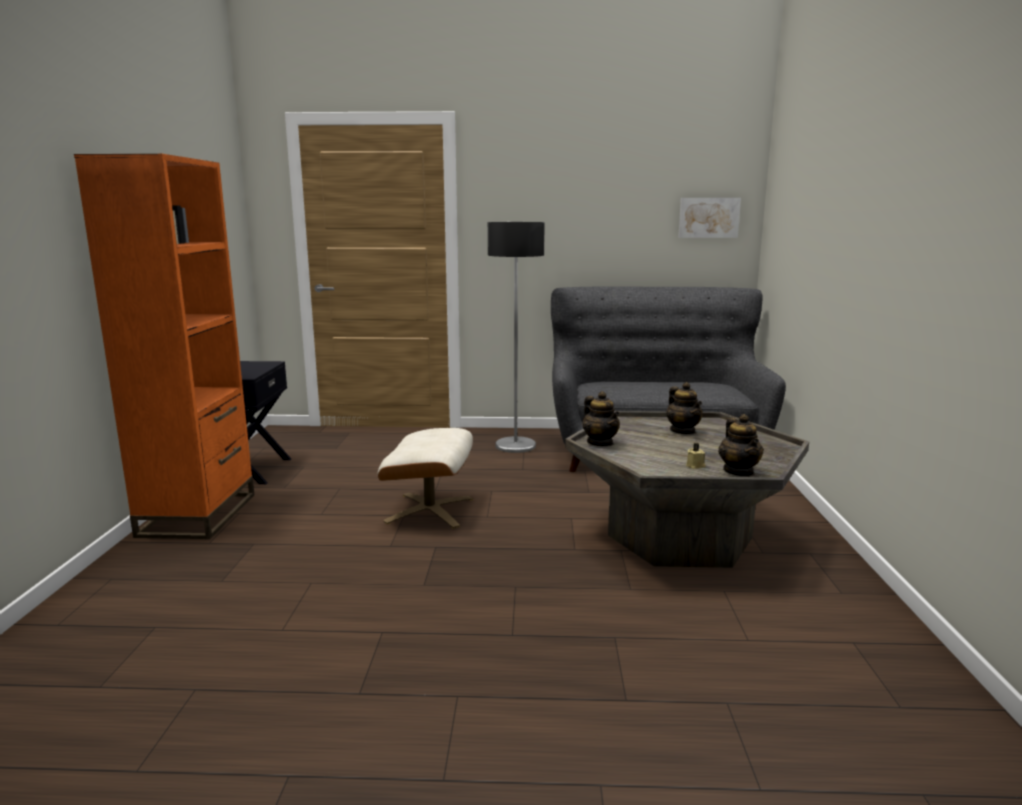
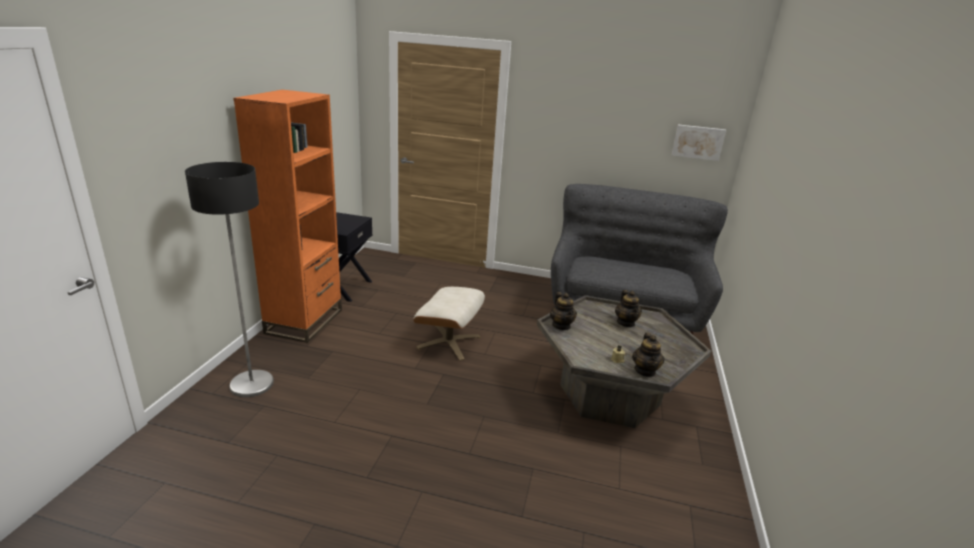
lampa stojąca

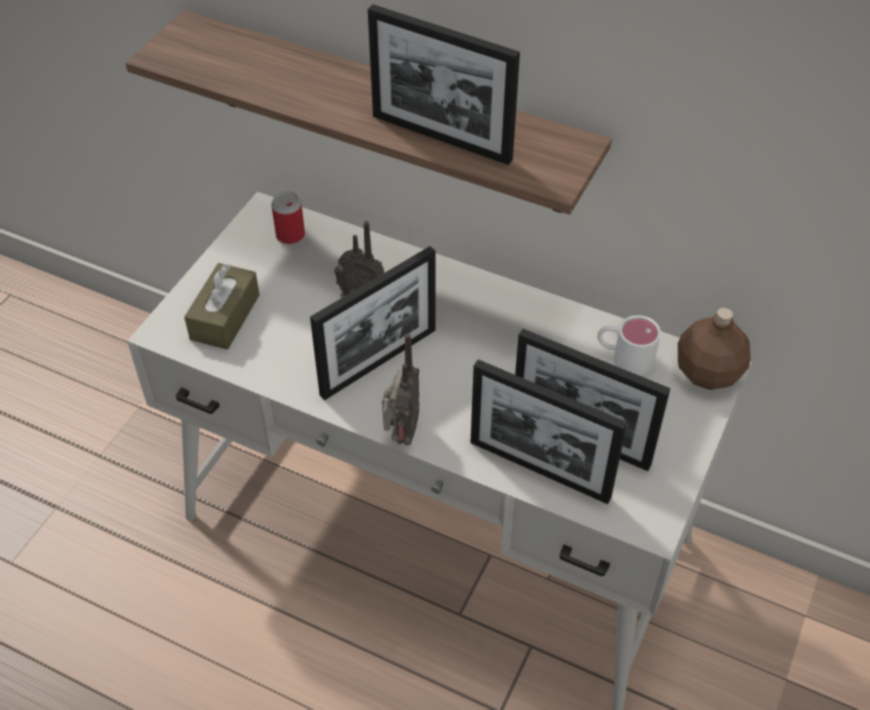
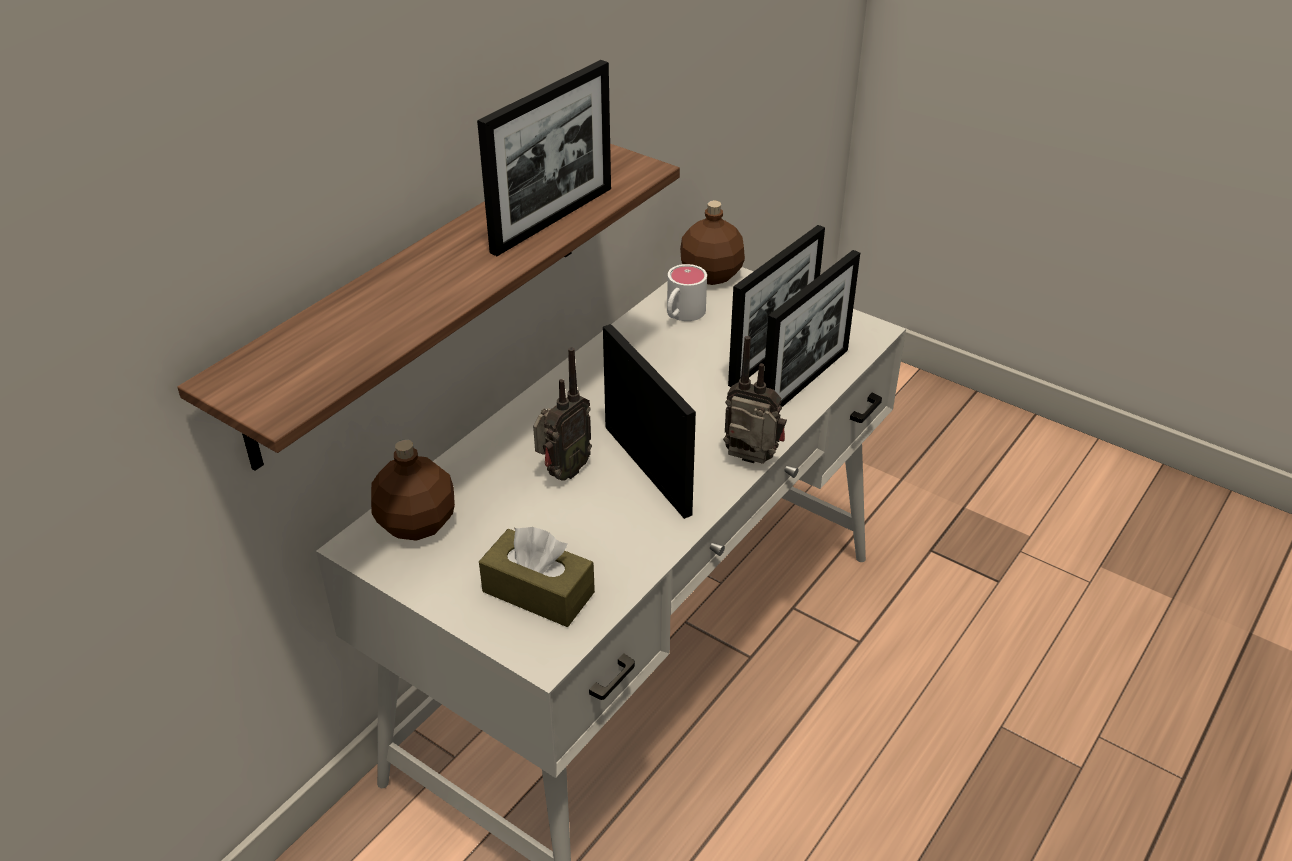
butelka (brązowy) (no. 1 from left)

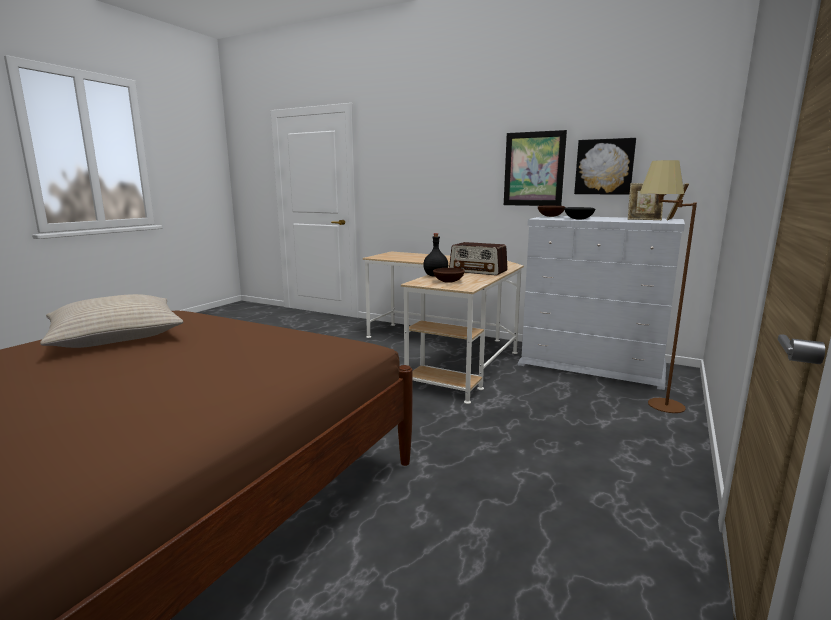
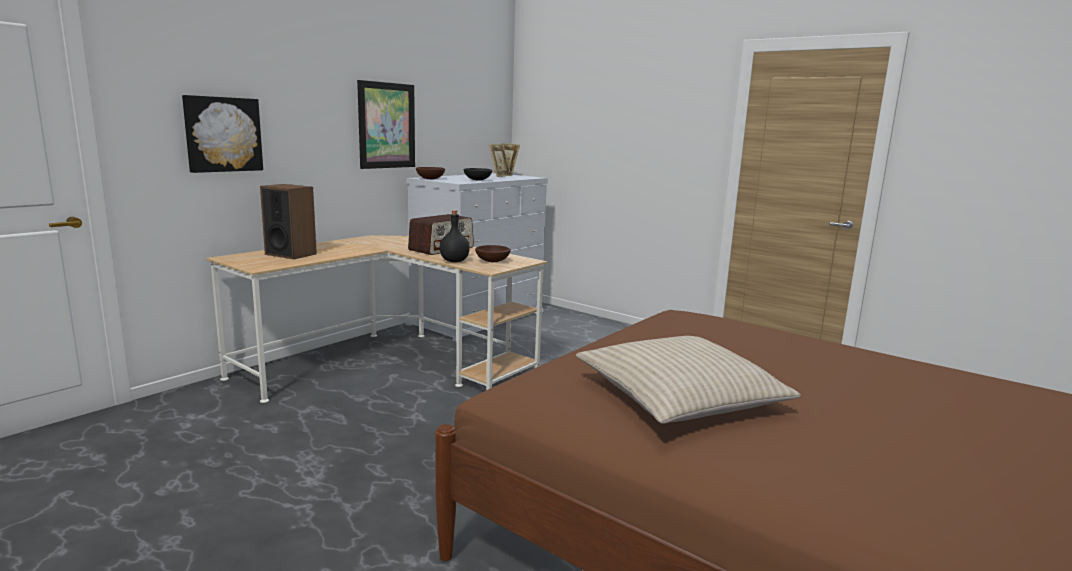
lampa stojąca (brązowy)
głośnik
obraz (no. 1 from left)

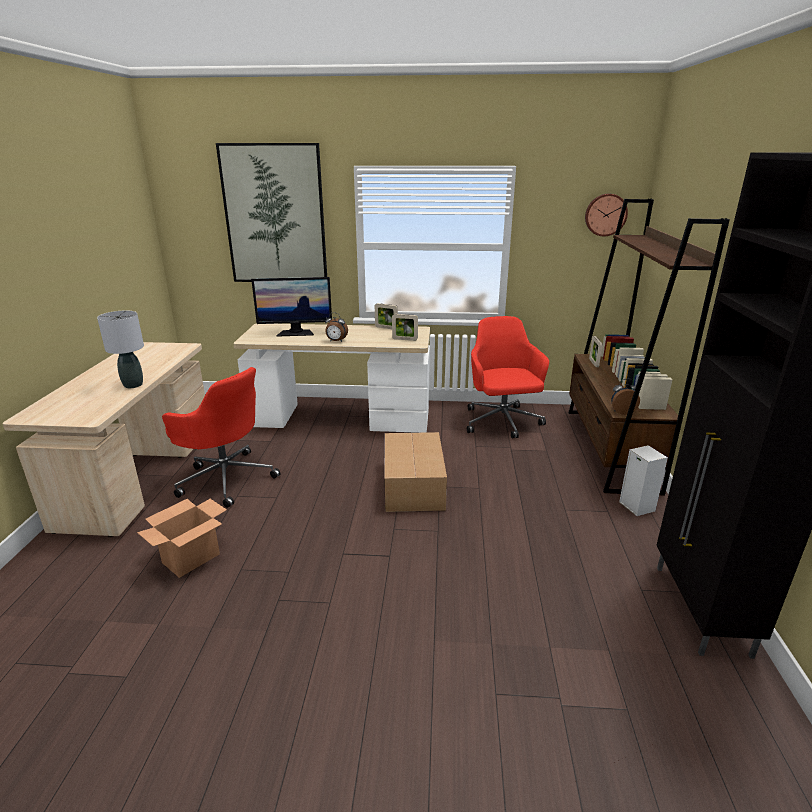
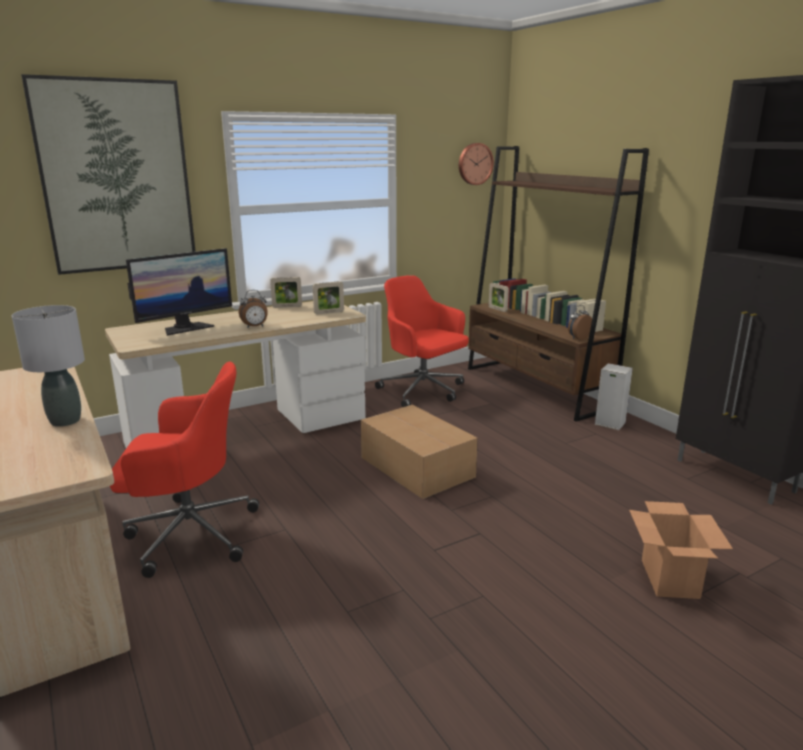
karton (no. 2 from left)

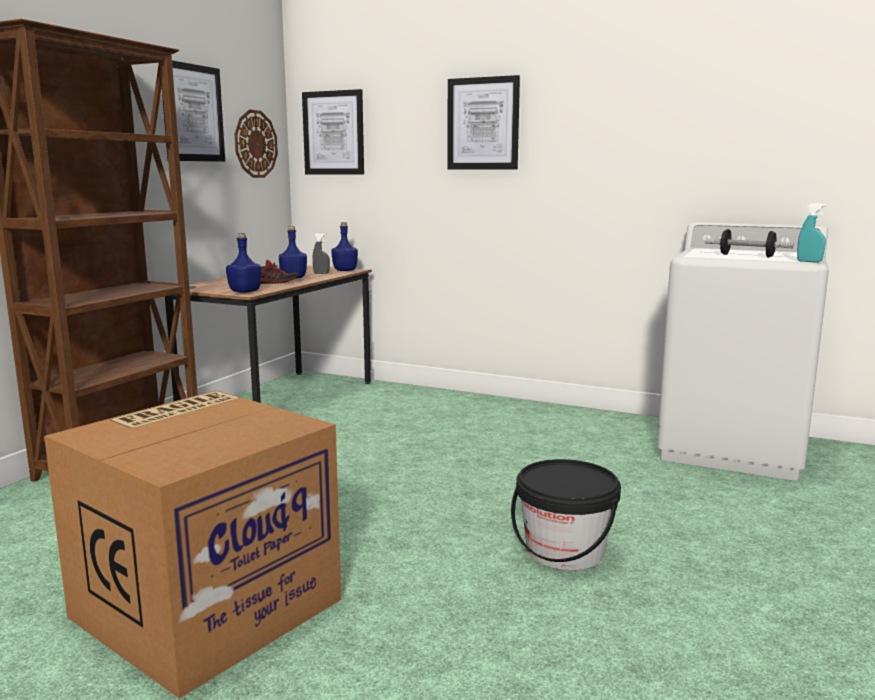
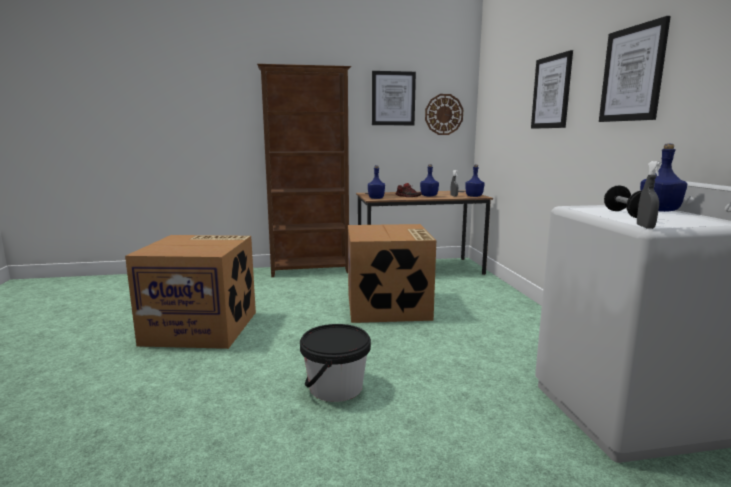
karton (no. 2 from left)
butelka (niebieski) (no. 4 from left)
obraz (no. 3 from left)
spryskiwacz (szary) (no. 2 from left)

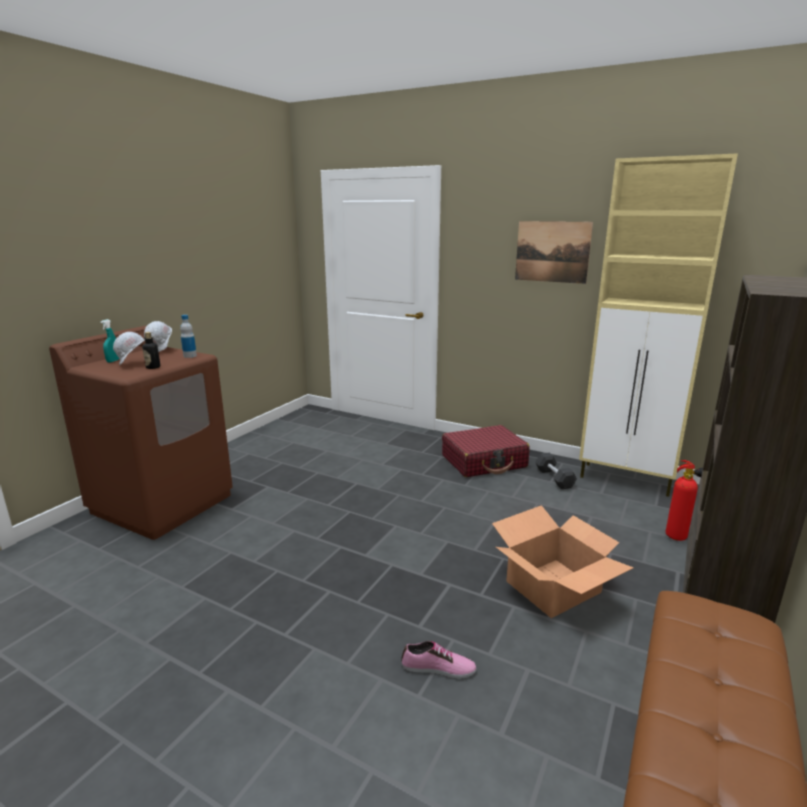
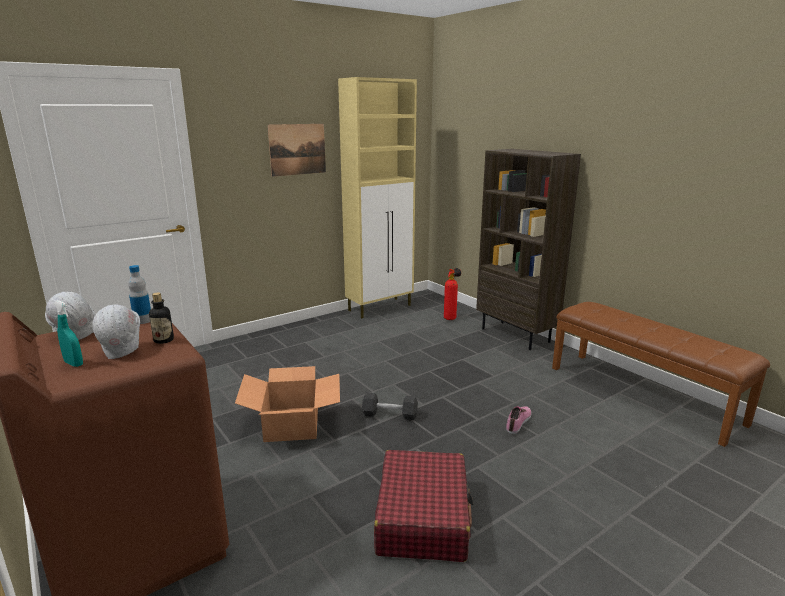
walizka (czerwony)
karton
hantel (czarny)

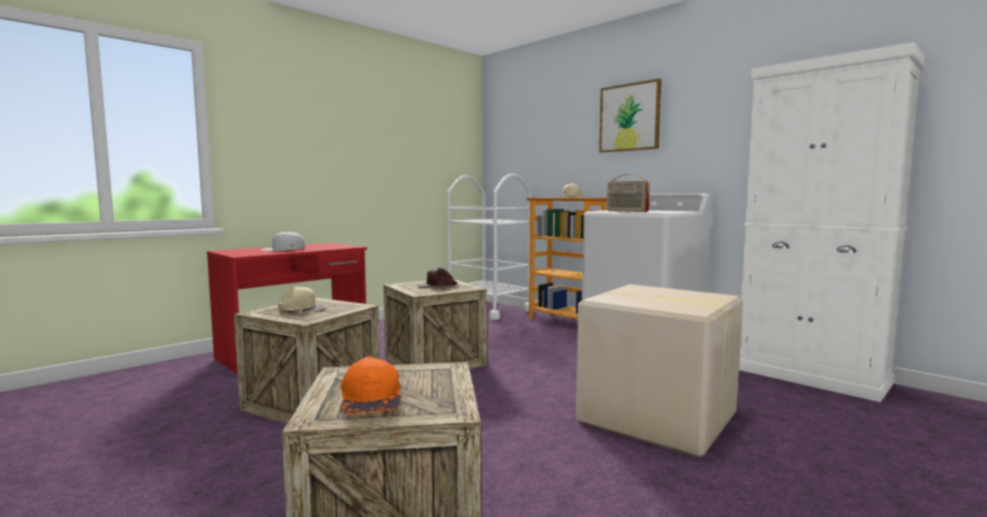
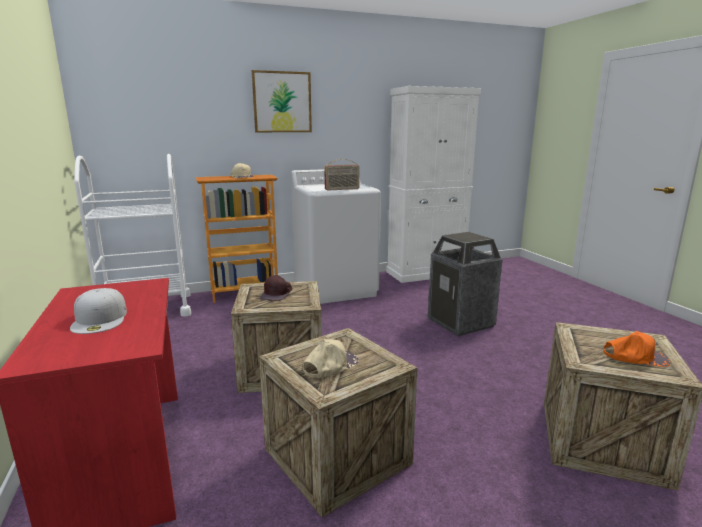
kosz na śmieci

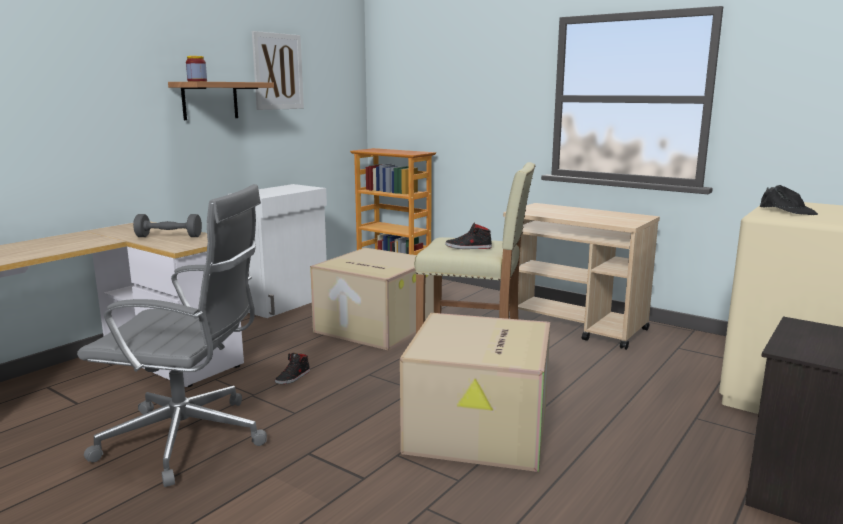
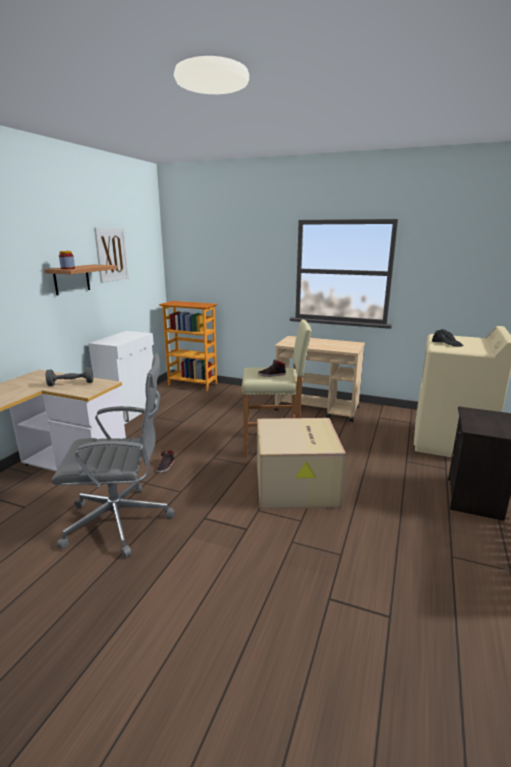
karton (no. 1 from left in the first image)

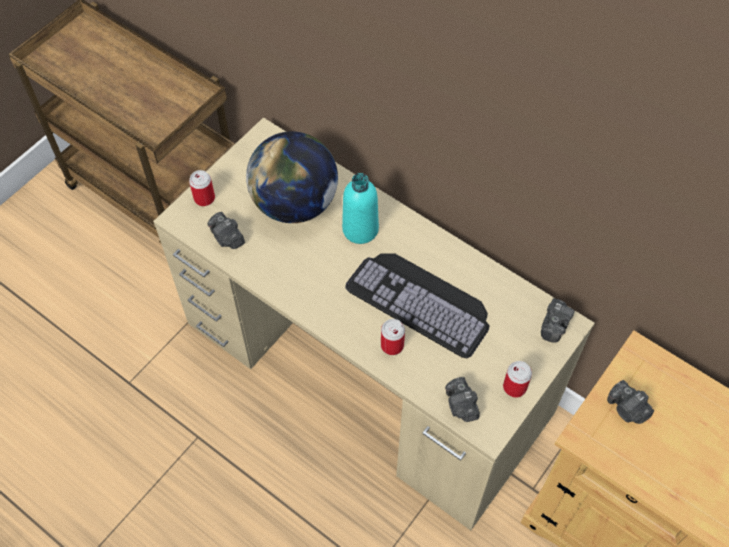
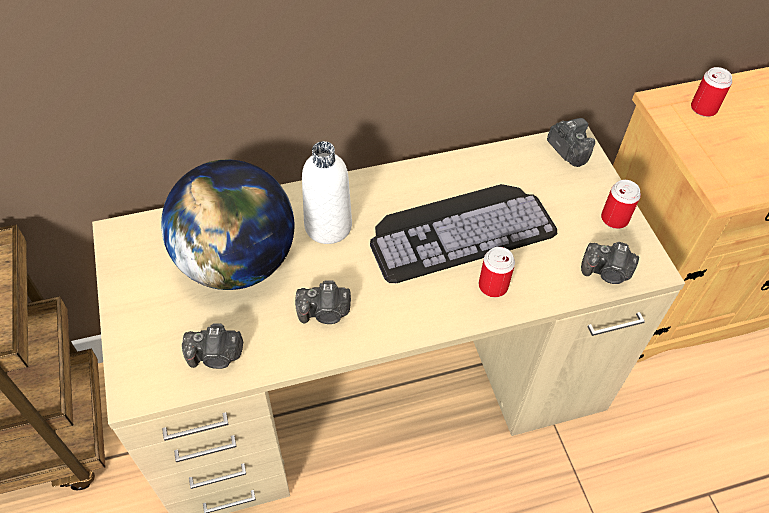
puszka (no. 3 from left)
aparat fotograficzny (no. 2 from left)
butelka (biały)

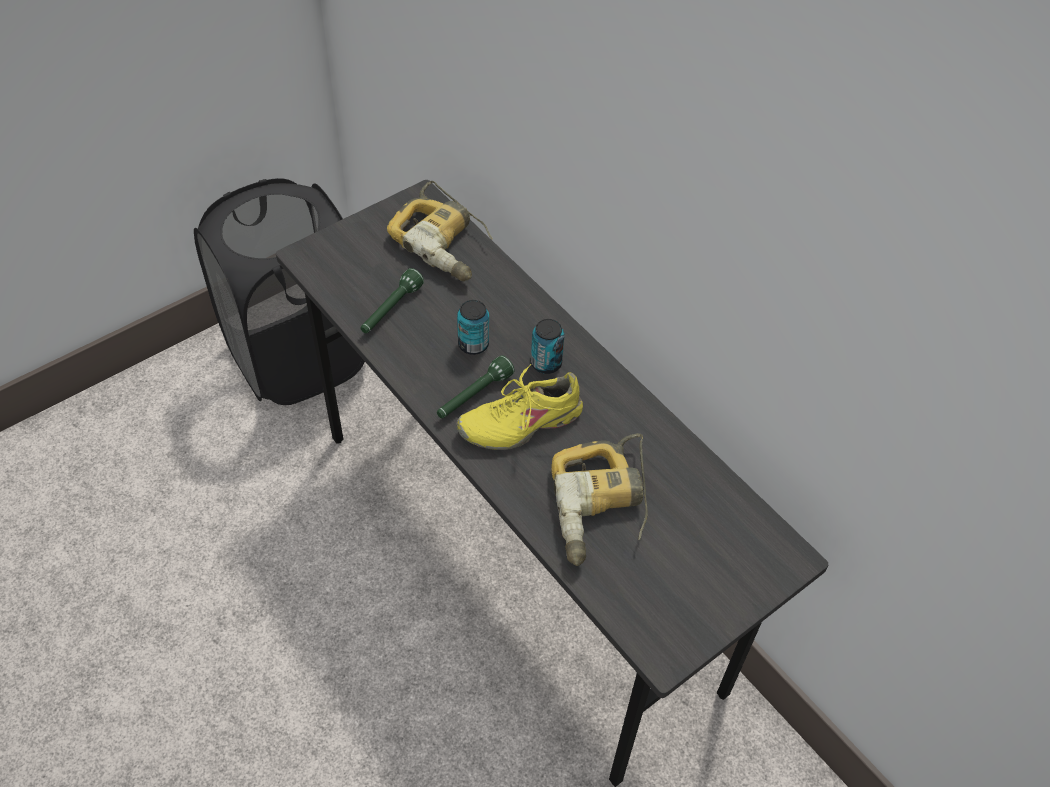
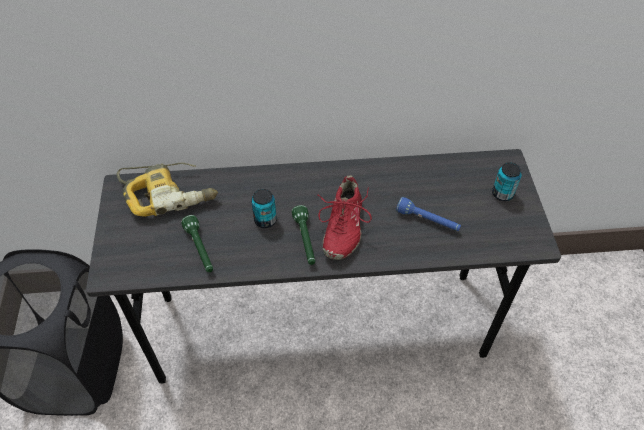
puszka (no. 2 from left)
latarka (niebieski)
but (czerwony)

